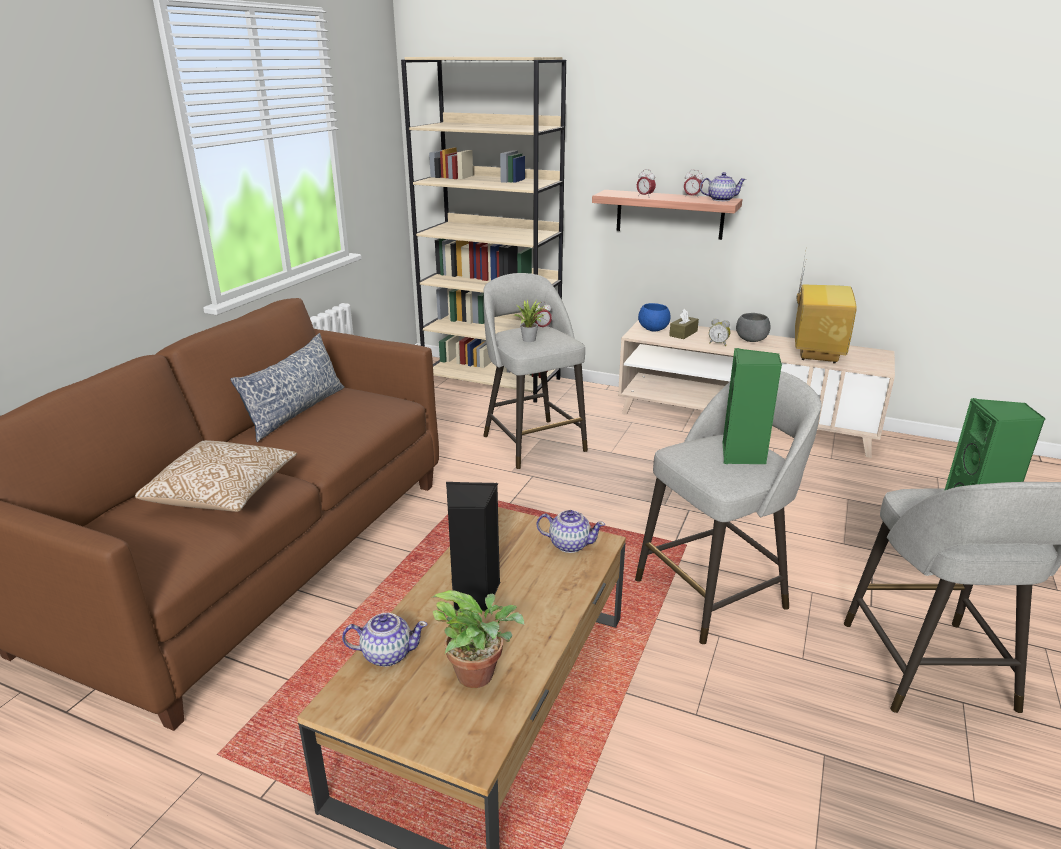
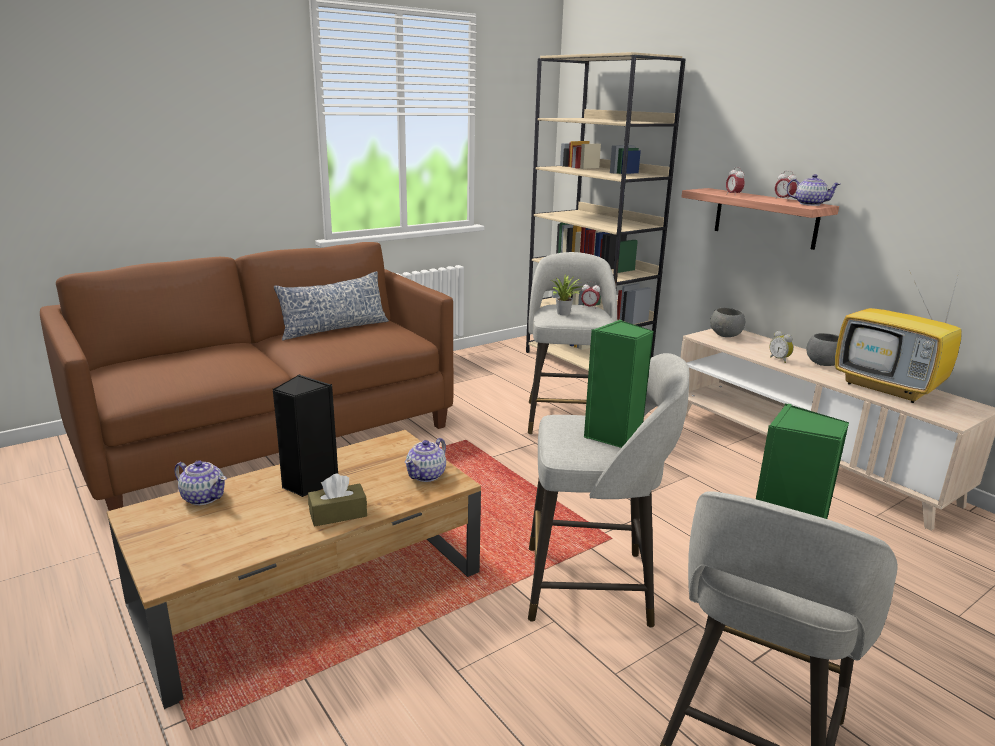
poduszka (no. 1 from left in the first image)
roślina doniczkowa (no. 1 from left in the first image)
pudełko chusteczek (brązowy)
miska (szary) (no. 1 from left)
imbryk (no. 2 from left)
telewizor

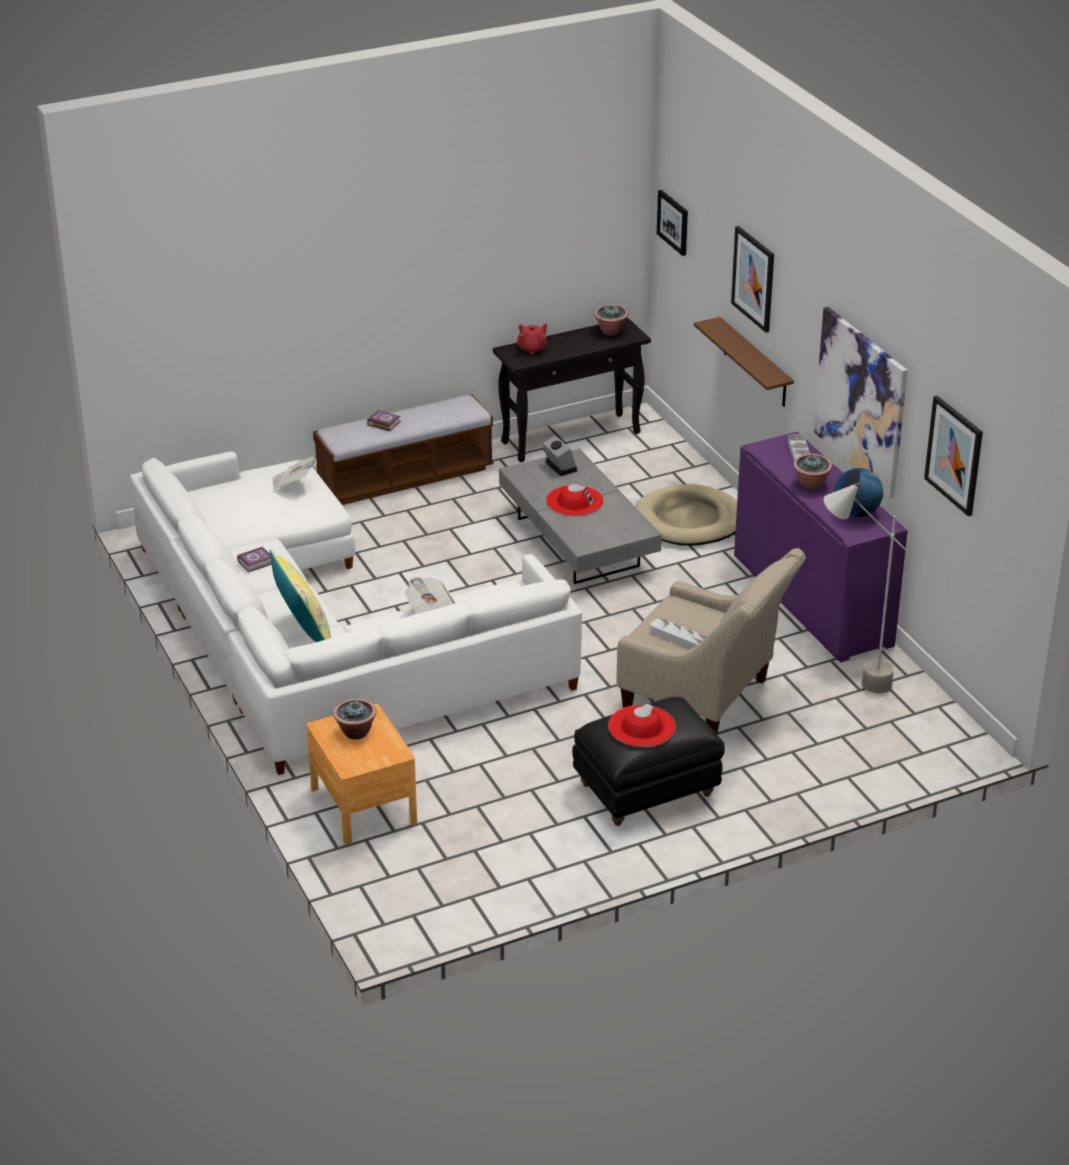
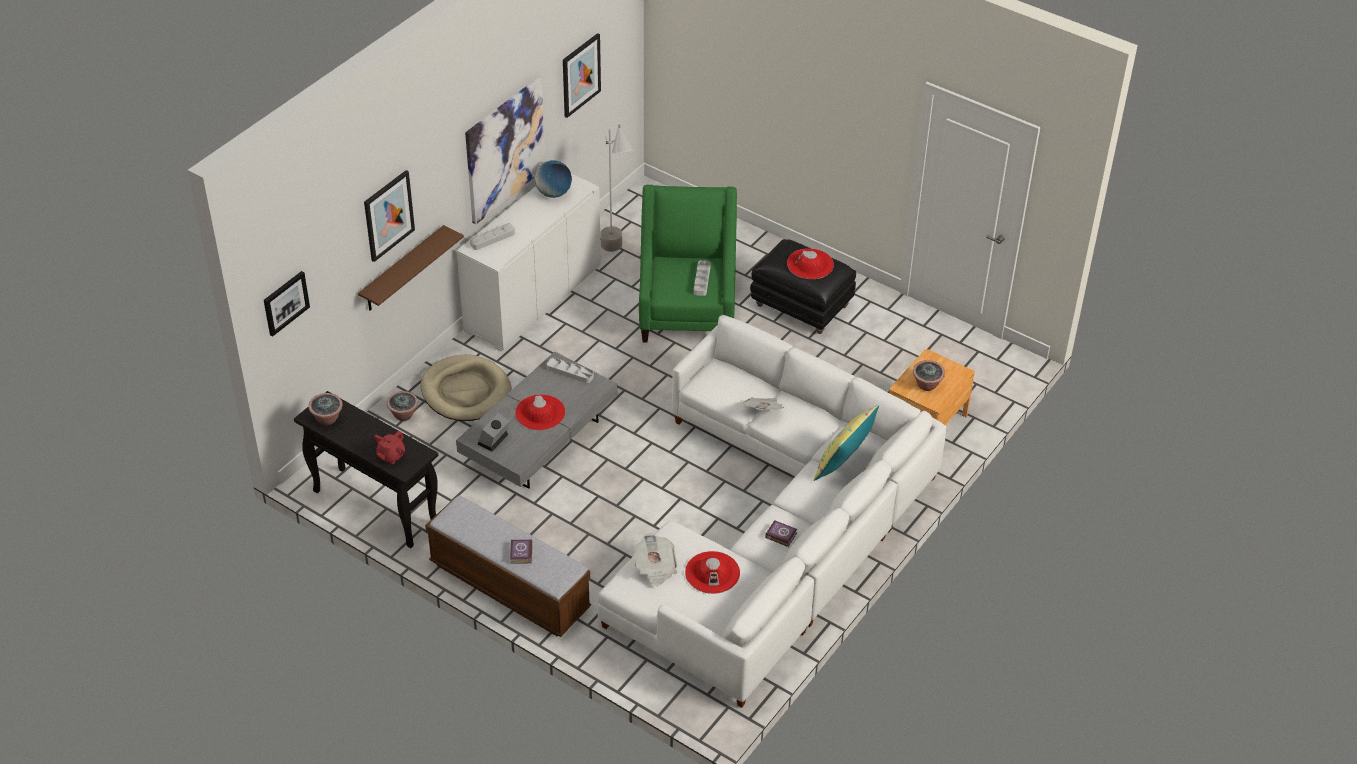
taca (szary) (no. 2 from left)
kapelusz (czerwony) (no. 2 from left)
roślina doniczkowa (no. 2 from left)
fotel (zielony)
szafka (biały)
imbryk (czerwony)

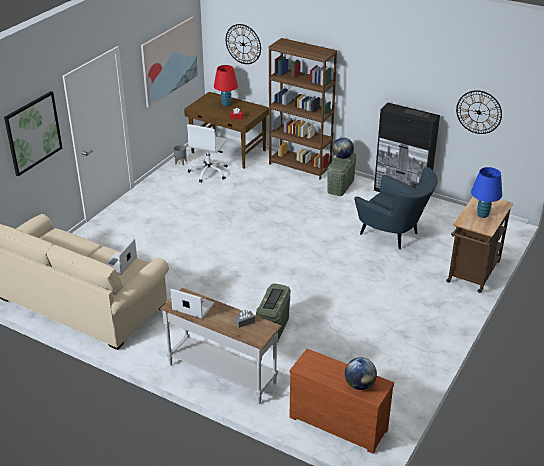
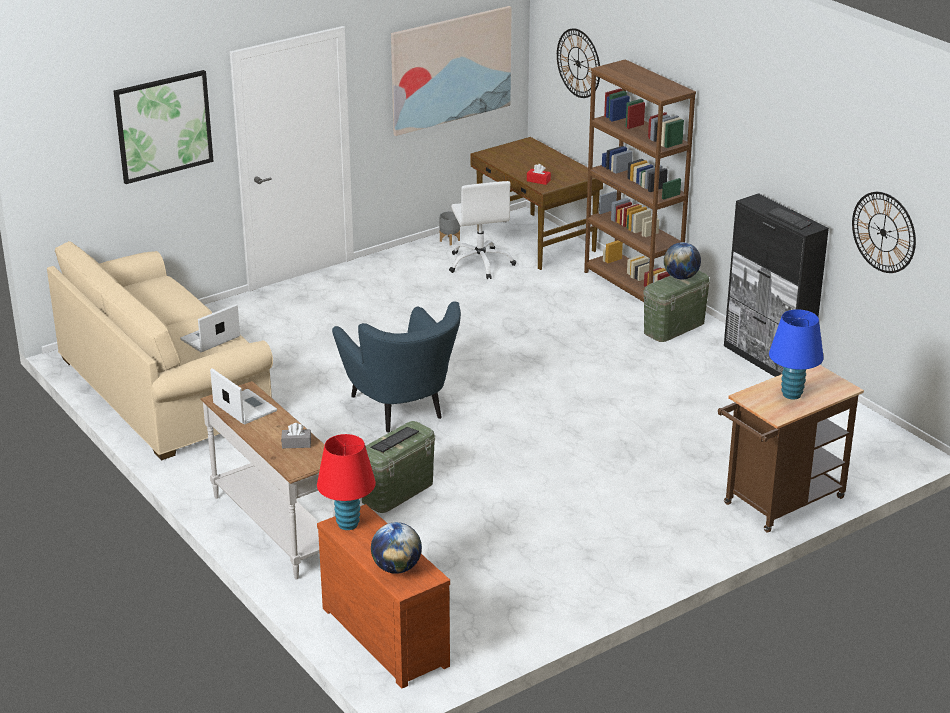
lampa stołowa (czerwony)
fotel (niebieski)
krzesło biurowe (biały)

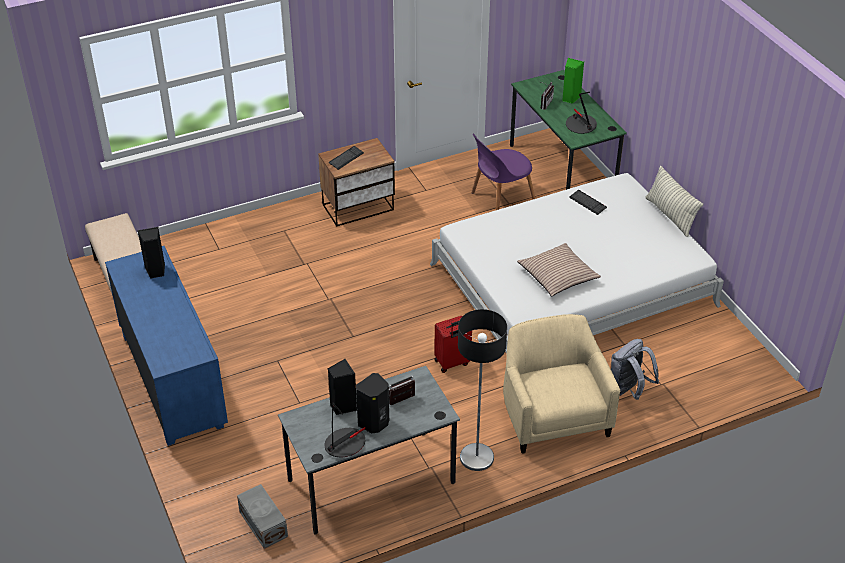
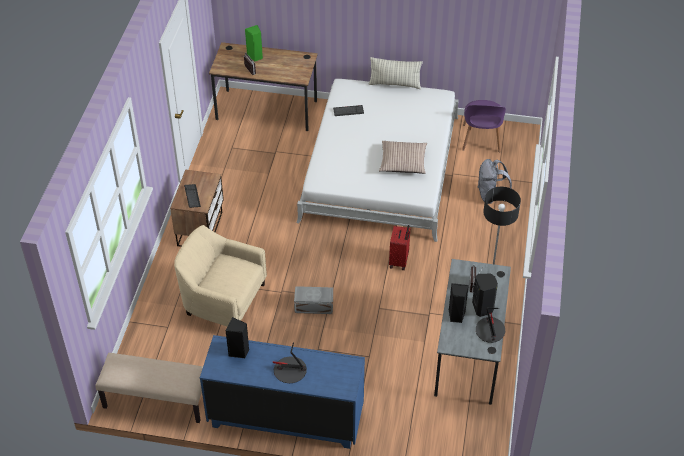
pojemnik do przechowywania (szary)
krzesło (fioletowy)
fotel (beżowy)
lampa stołowa (no. 1 from left)
biurko (brązowy)

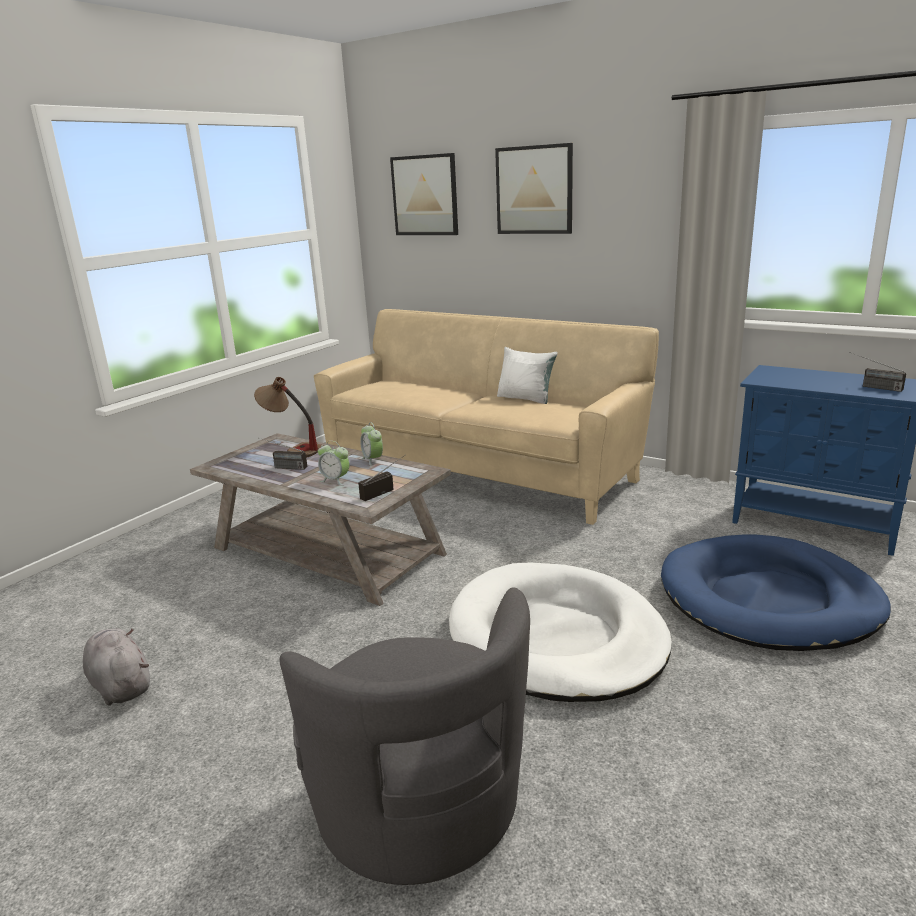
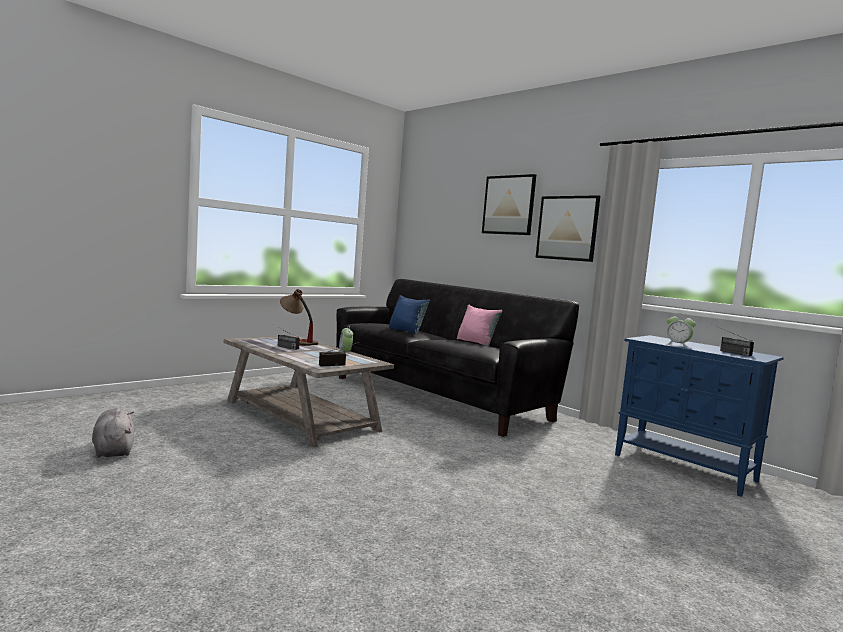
fotel (szary)
legowisko (biały)
legowisko (niebieski)
poduszka (niebieski)
budzik (no. 2 from left)
obraz (no. 2 from left)
kanapa (czarny)
poduszka (różowy)

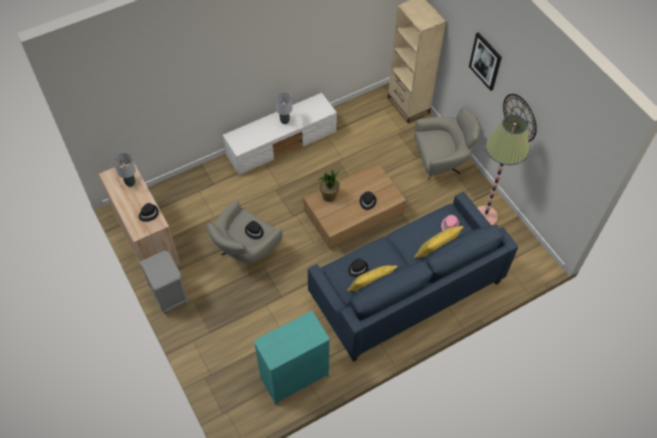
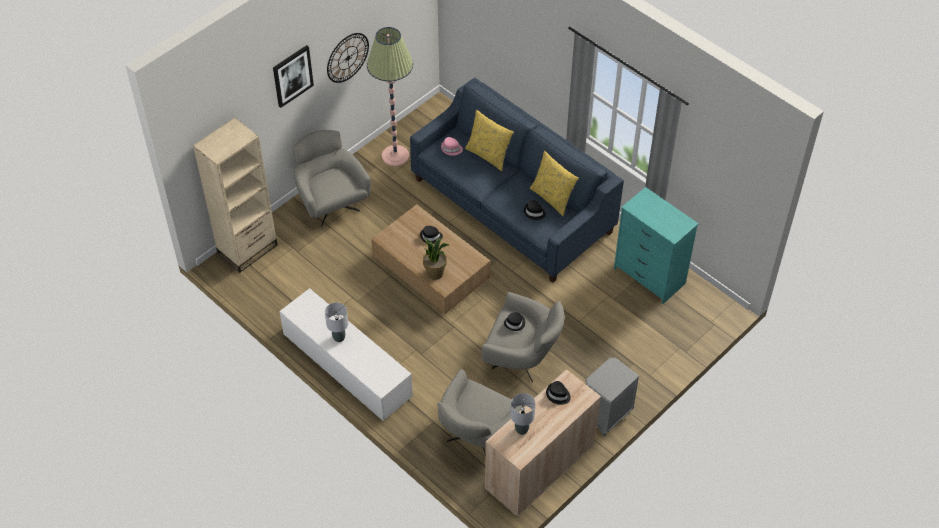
fotel (szary) (no. 2 from left)

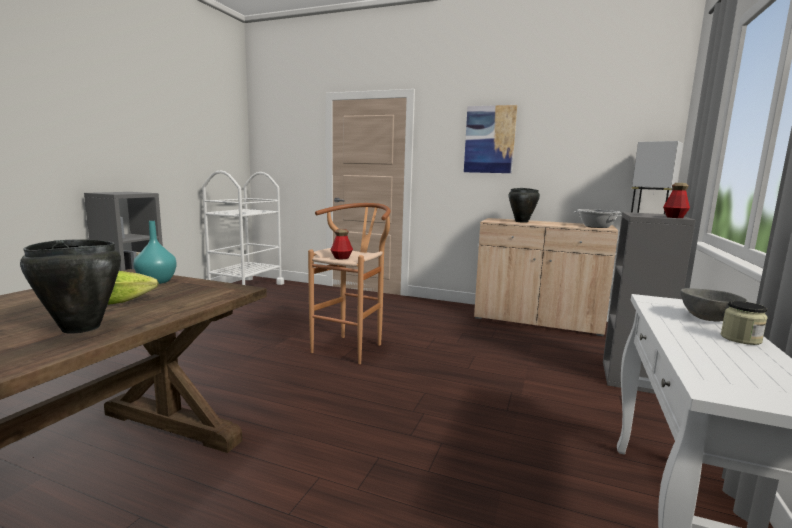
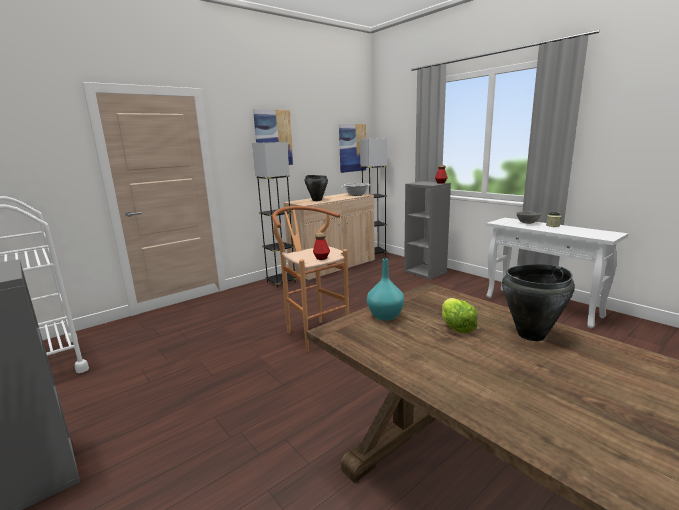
lampa stojąca (szary) (no. 1 from left)
obraz (no. 2 from left)

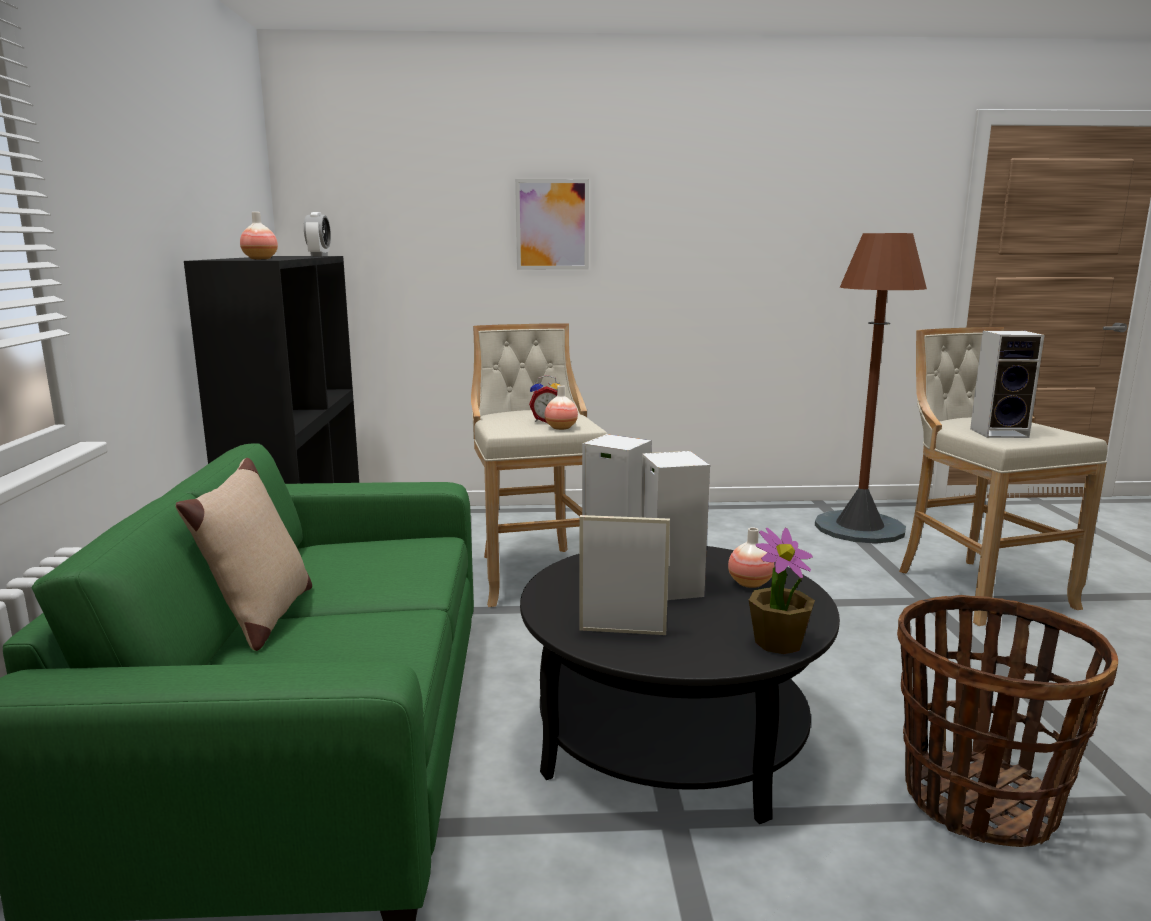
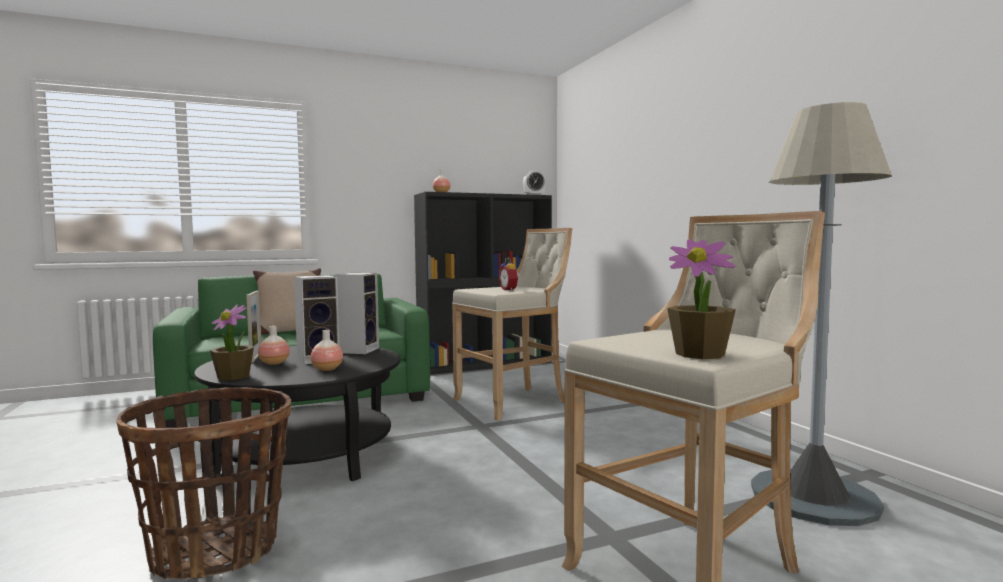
obraz
głośnik (no. 3 from left in the first image)
roślina doniczkowa (no. 2 from left)
wazon (no. 1 from left)
lampa stojąca (szary)

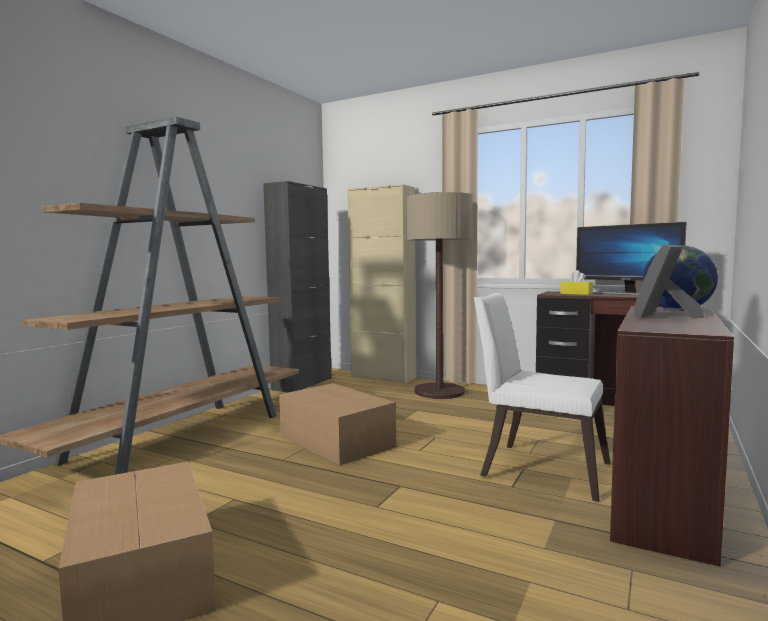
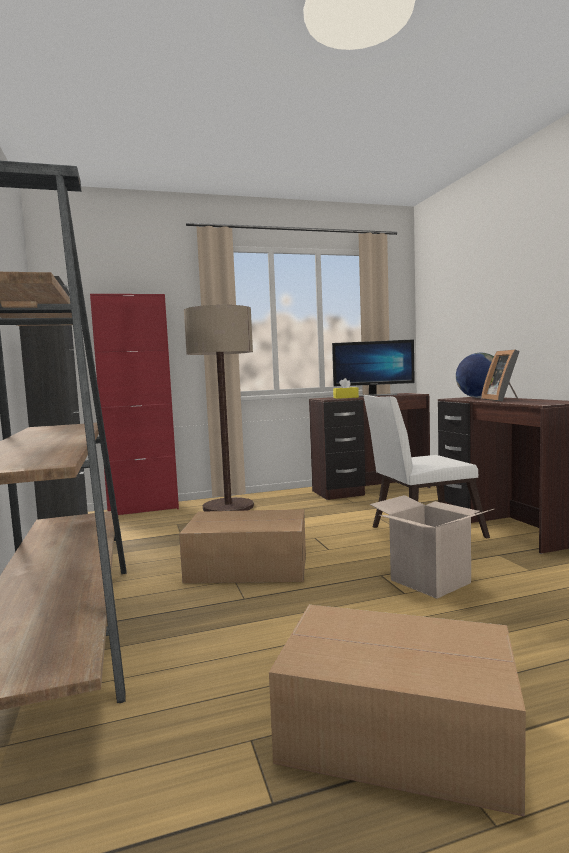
karton (no. 3 from left)
szafka (czerwony)

